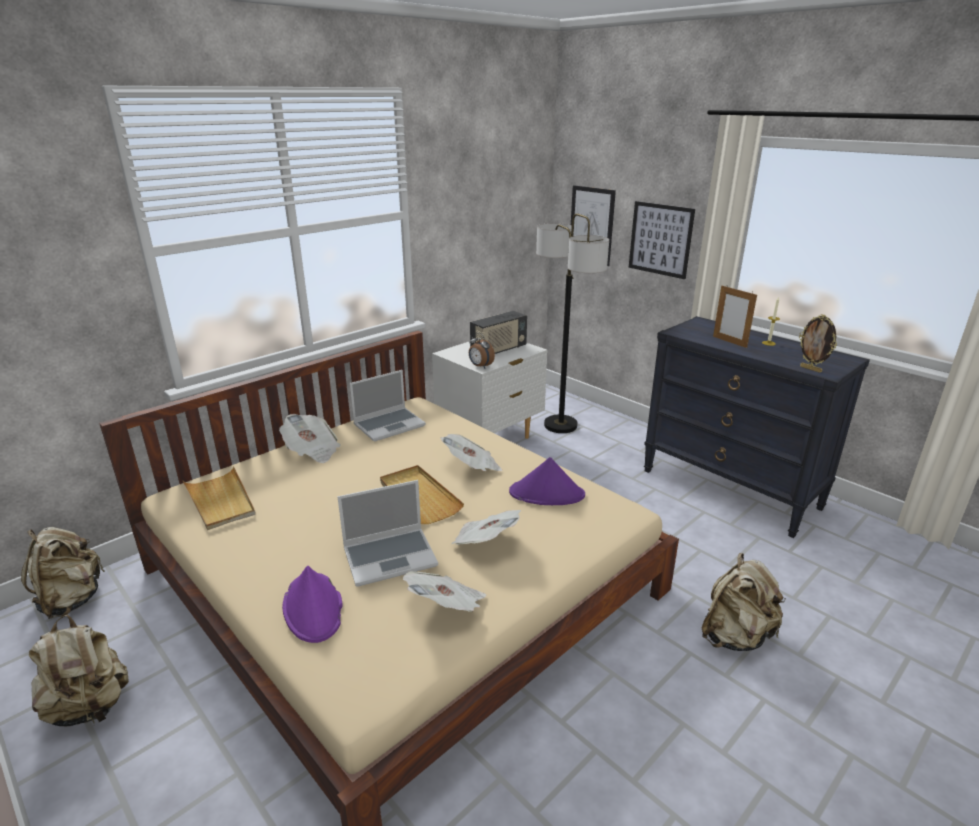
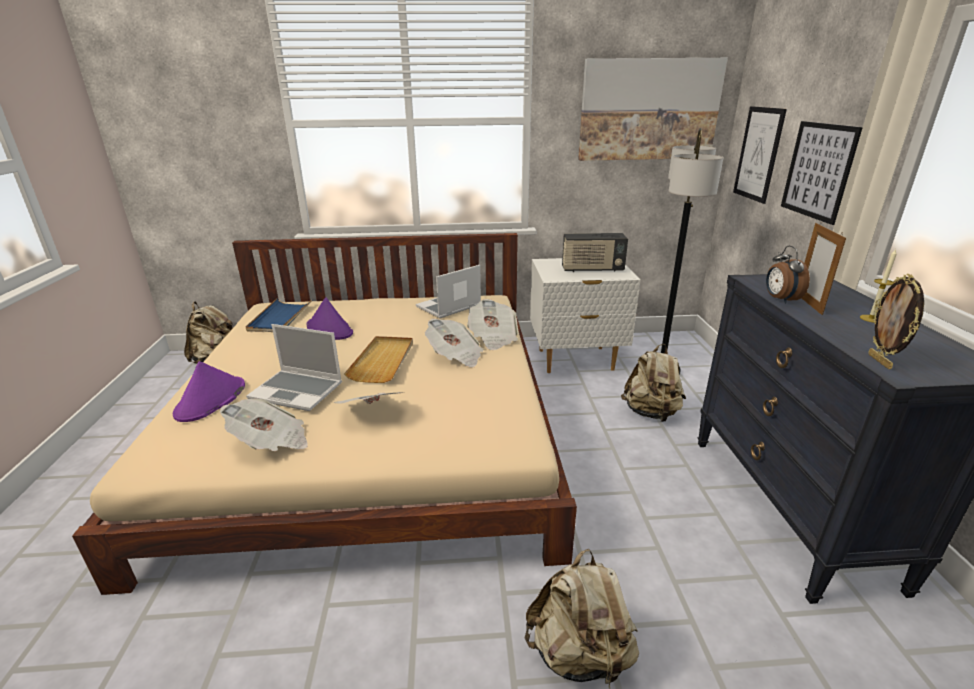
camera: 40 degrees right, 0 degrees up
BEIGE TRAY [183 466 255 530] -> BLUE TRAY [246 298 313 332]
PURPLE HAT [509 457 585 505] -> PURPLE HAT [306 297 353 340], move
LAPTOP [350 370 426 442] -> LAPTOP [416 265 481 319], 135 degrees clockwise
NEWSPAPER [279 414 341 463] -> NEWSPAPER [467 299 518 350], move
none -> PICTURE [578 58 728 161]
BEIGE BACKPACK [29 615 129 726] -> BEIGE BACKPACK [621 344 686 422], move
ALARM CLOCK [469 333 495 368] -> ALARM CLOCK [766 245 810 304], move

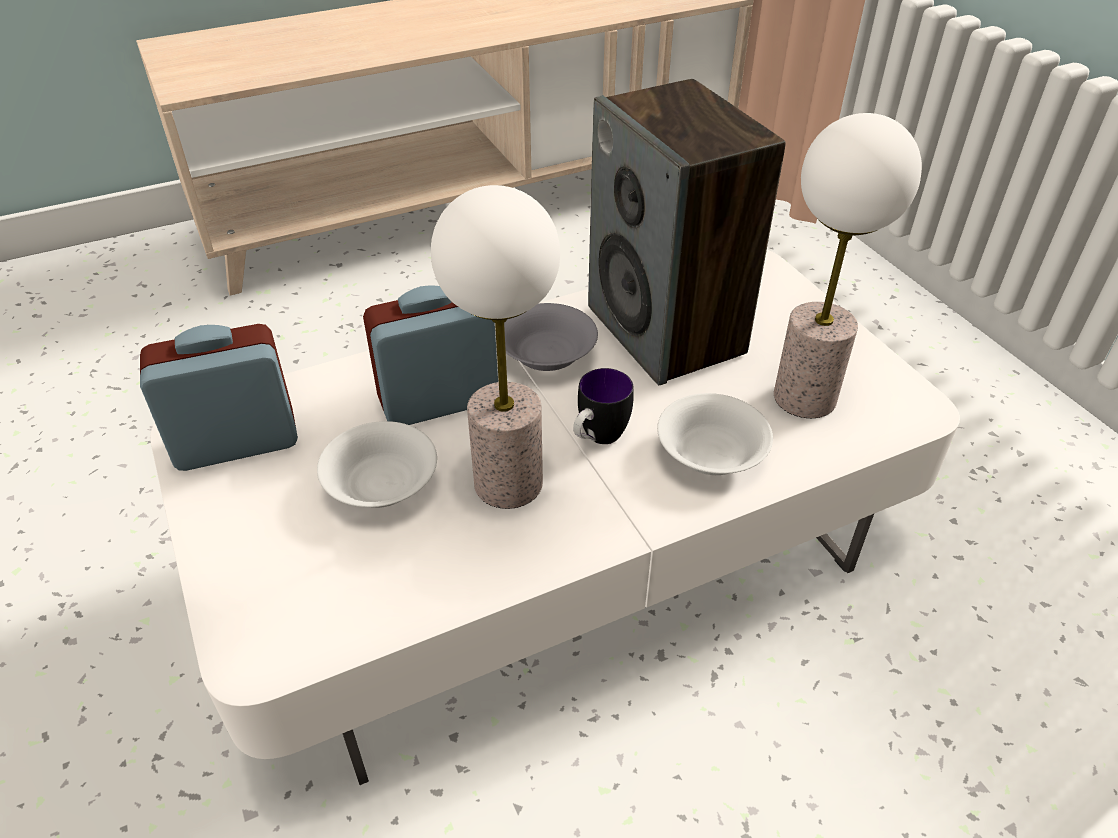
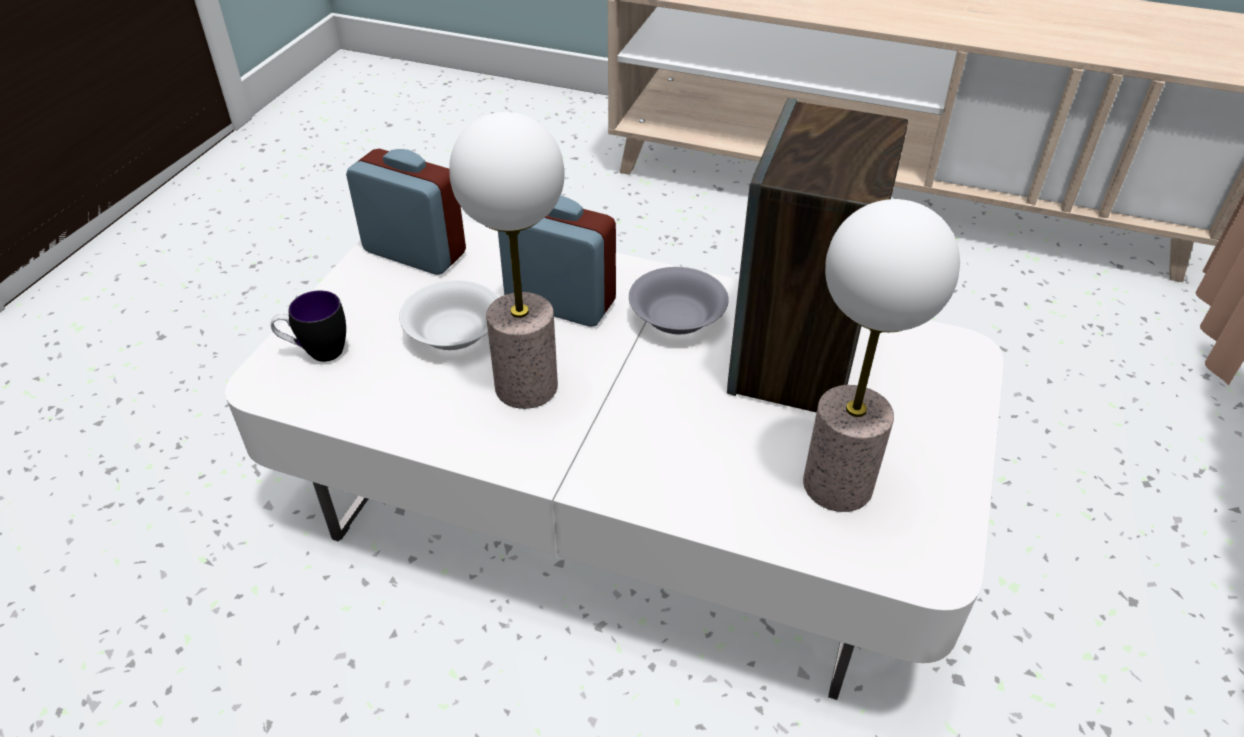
camera: 45 degrees right, 0 degrees up
MUG [573 368 634 444] -> MUG [271 291 346 362], move
WHITE BOWL [657 393 773 475] -> none

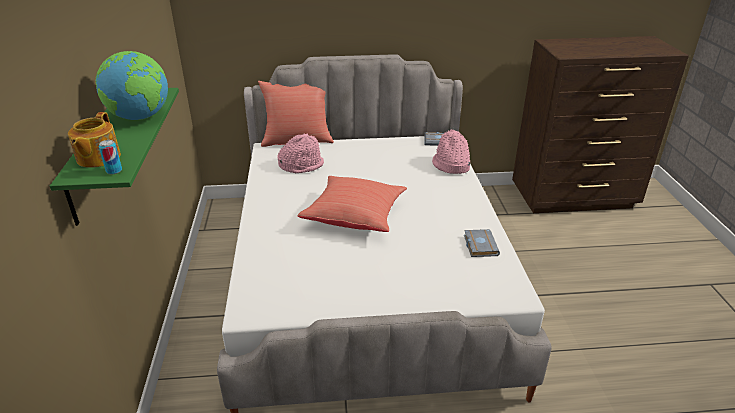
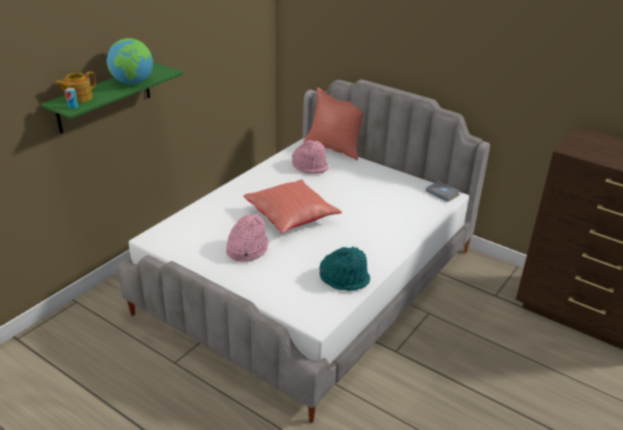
camera: 40 degrees right, 0 degrees up
PINK HAT [432 130 470 174] -> PINK HAT [226 214 268 262], move
GREY BOOK [464 229 500 257] -> TURQUOISE HAT [320 247 370 291]

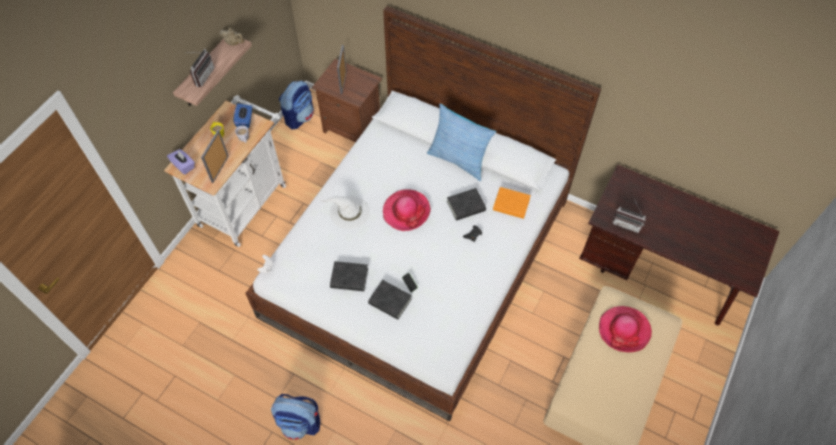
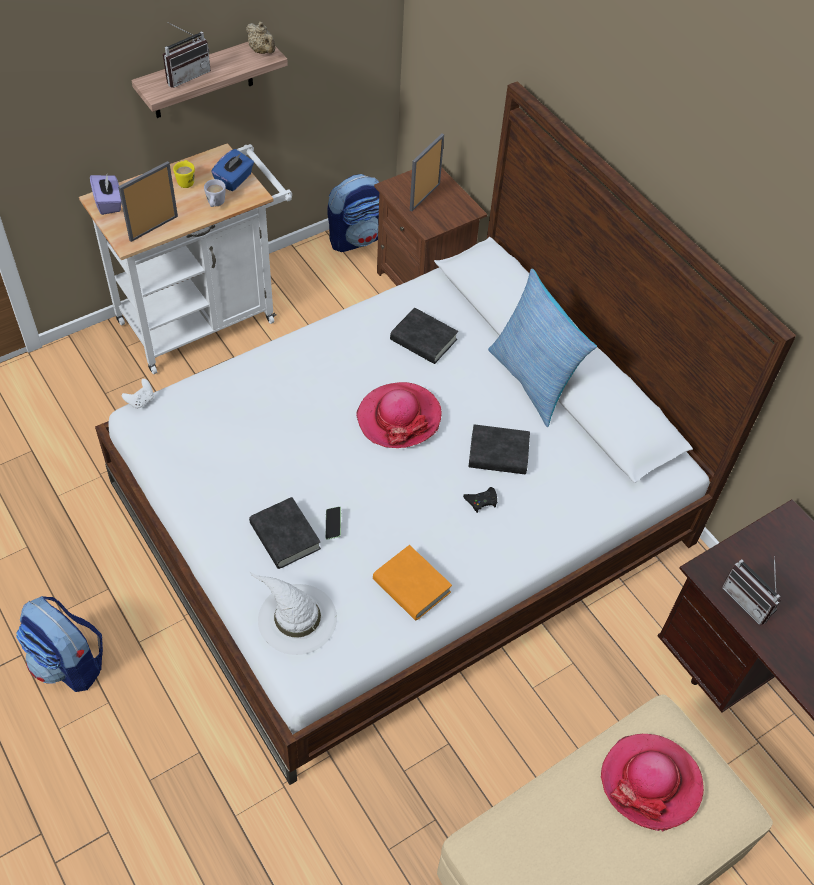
camera: 25 degrees right, 5 degrees down
WHITE HAT [320 196 370 229] -> WHITE HAT [250 572 337 655], move
ORANGE BOOK [493 187 531 219] -> ORANGE BOOK [373 545 452 621], move
BLACK BOOK [330 261 368 291] -> BLACK BOOK [390 308 458 364], move

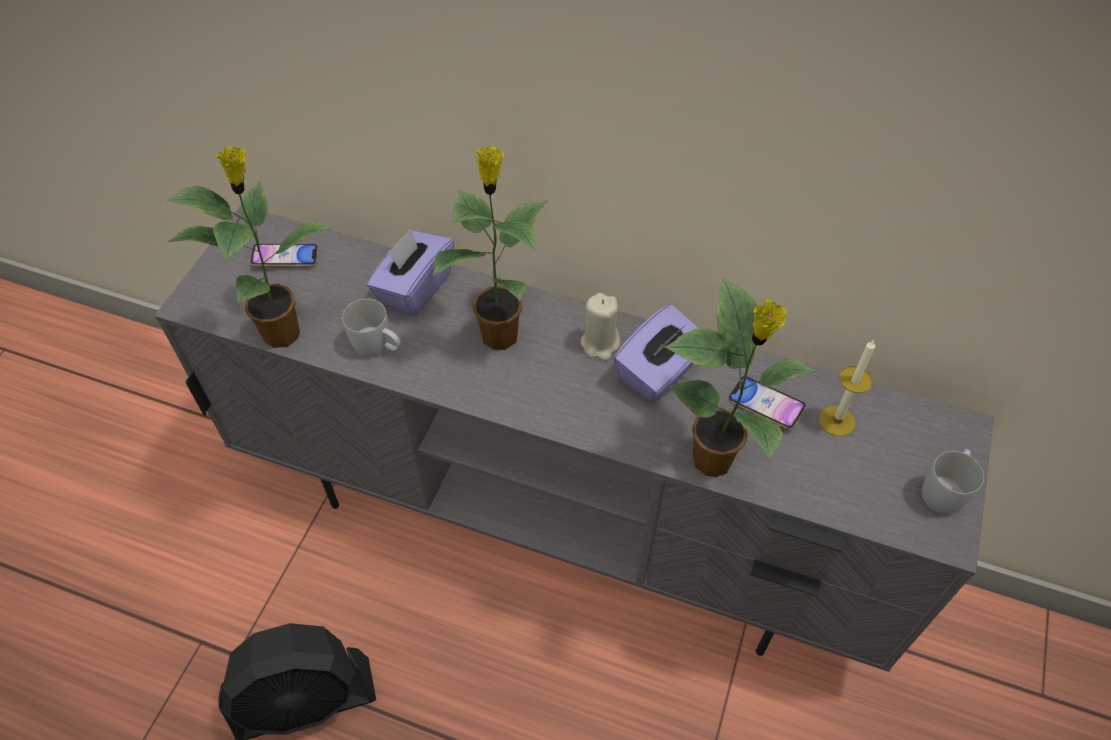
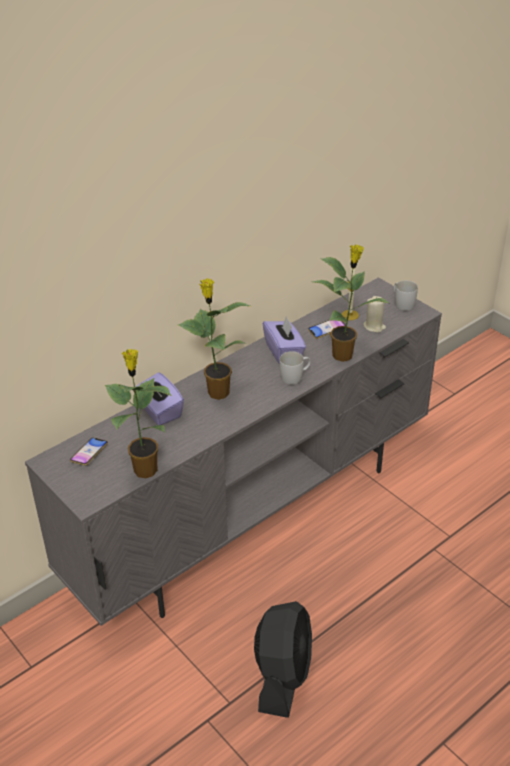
camera: 60 degrees left, 15 degrees down
WHITE MUG [342 298 401 357] -> WHITE MUG [280 351 311 385], move
BEIGE CANDLE [581 293 620 360] -> BEIGE CANDLE [363 296 386 333], move

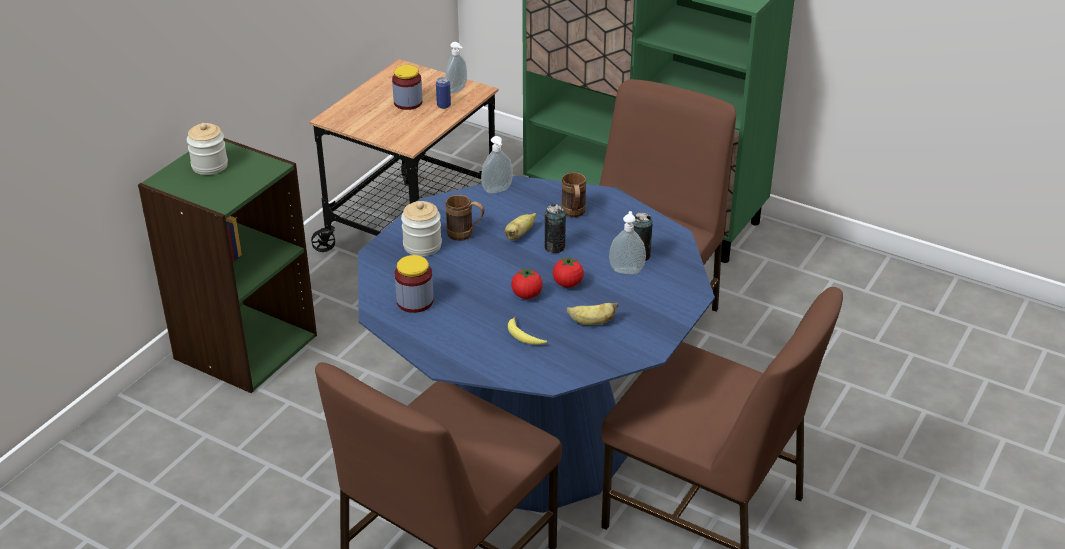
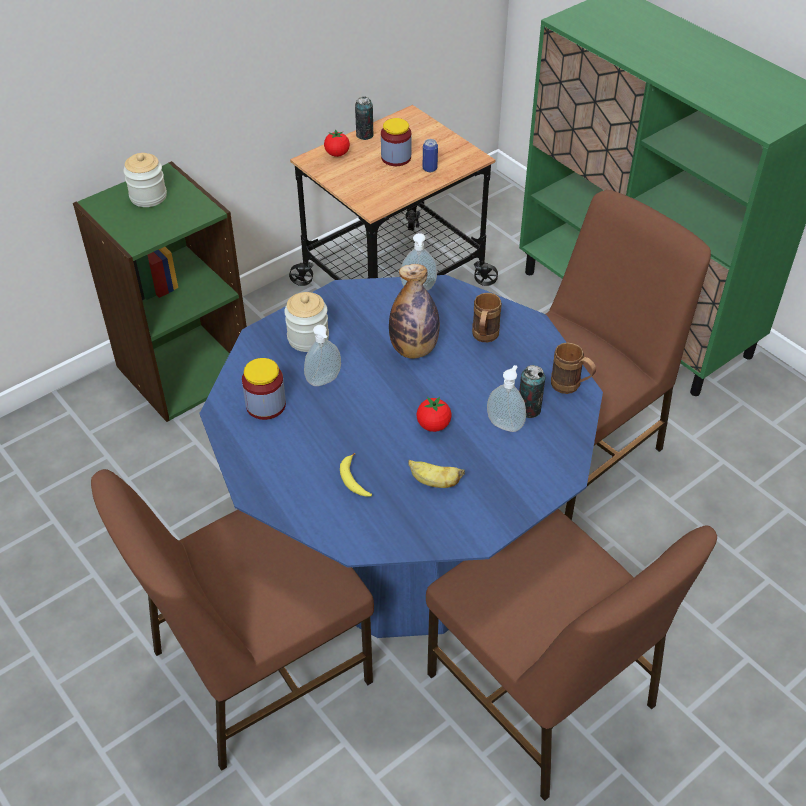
camera: 20 degrees right, 10 degrees up
SOAP DISPENSER [445 42 467 94] -> SOAP DISPENSER [304 325 341 386], move
TOMATO [511 267 543 299] -> TOMATO [324 129 350 157], move
CAN [545 204 566 253] -> CAN [355 97 374 140], move
BANANA [505 213 536 240] -> BOTTLE [389 264 440 358]
BROWN MUG [445 195 484 241] -> BROWN MUG [551 342 596 394], move

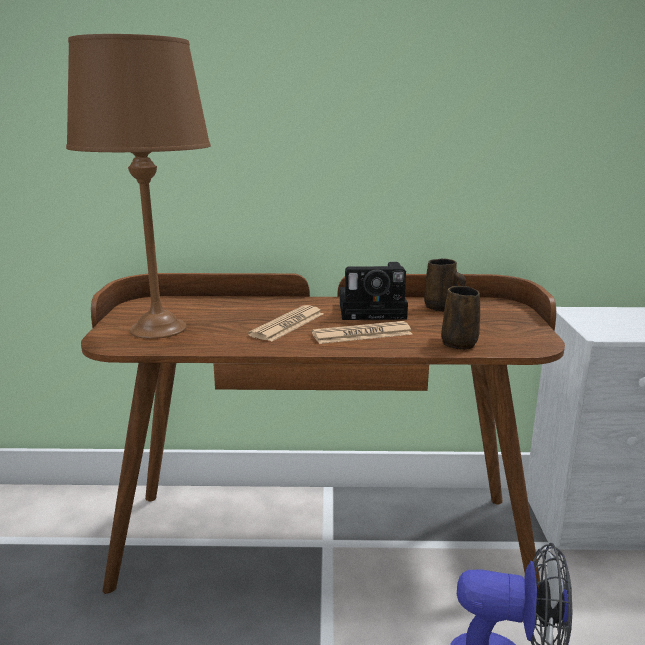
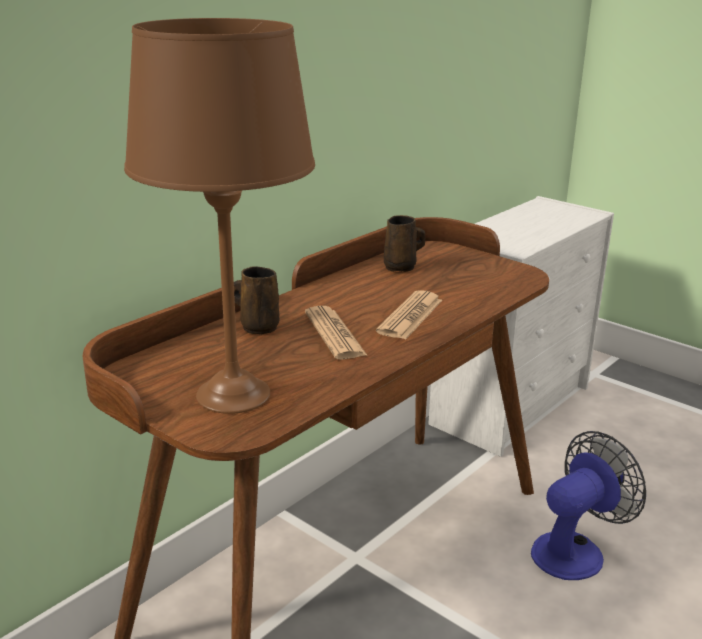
camera: 50 degrees left, 5 degrees up
BROWN MUG [441 286 480 350] -> BROWN MUG [234 266 280 334], move
PHOTO CAMERA [340 262 408 320] -> none

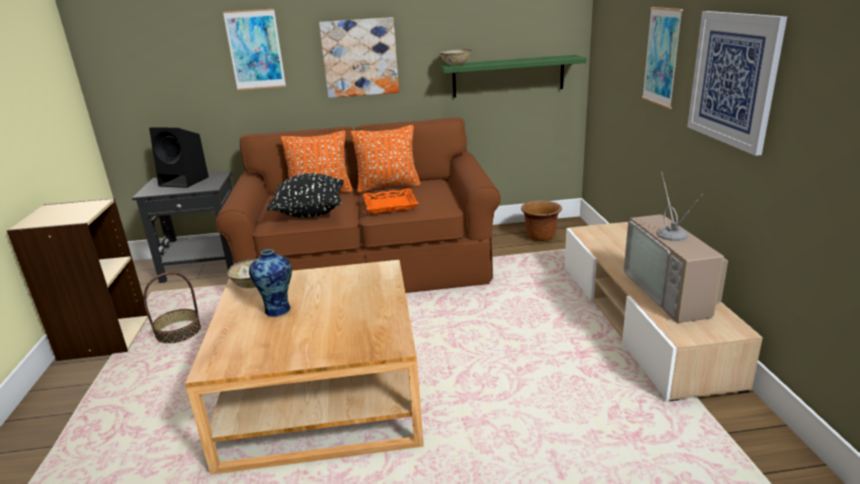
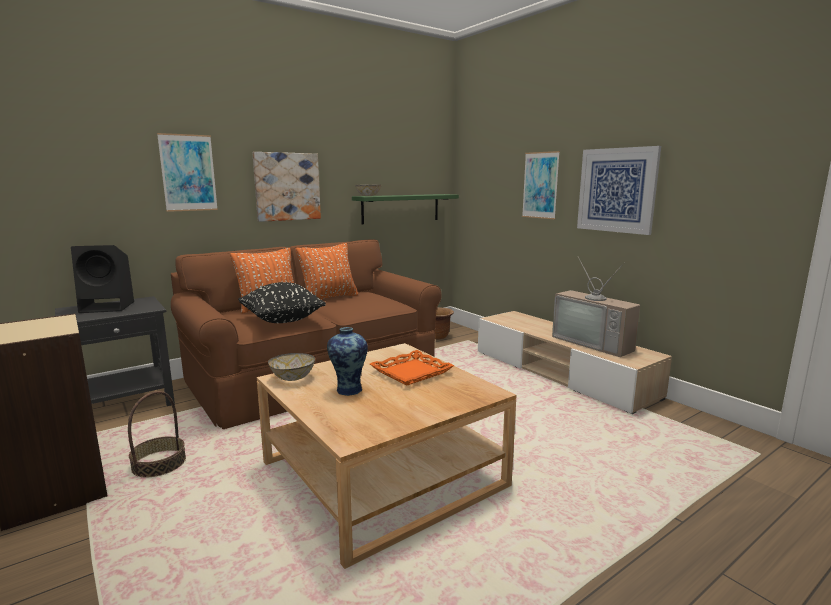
camera: 30 degrees left, 10 degrees down
ORANGE TRAY [363 188 419 214] -> ORANGE TRAY [370 350 455 386], move

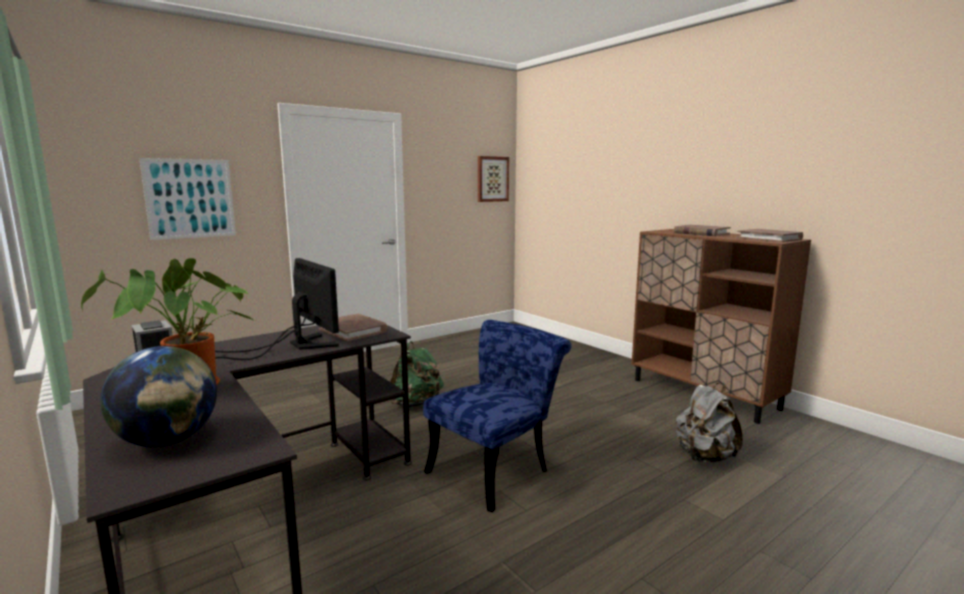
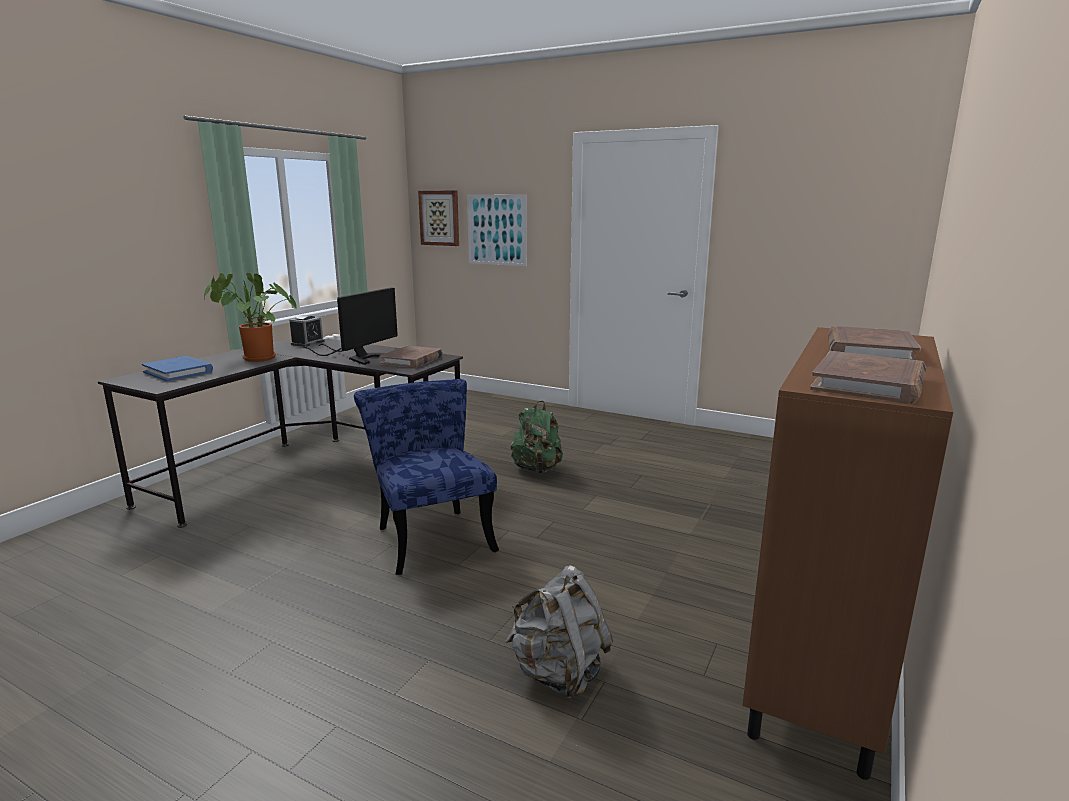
camera: 65 degrees right, 5 degrees up
GLOBE [100 346 217 447] -> BLUE BOOK [142 356 213 381]
BLUE CHAIR [423 320 571 512] -> BLUE CHAIR [354 379 499 575], 135 degrees counterclockwise
PICTURE [478 156 509 202] -> PICTURE [418 190 459 246], move

